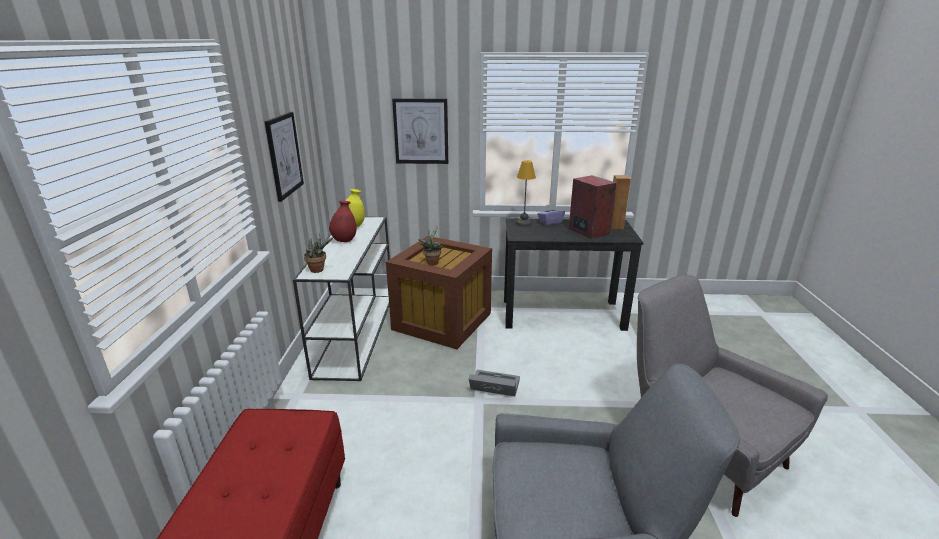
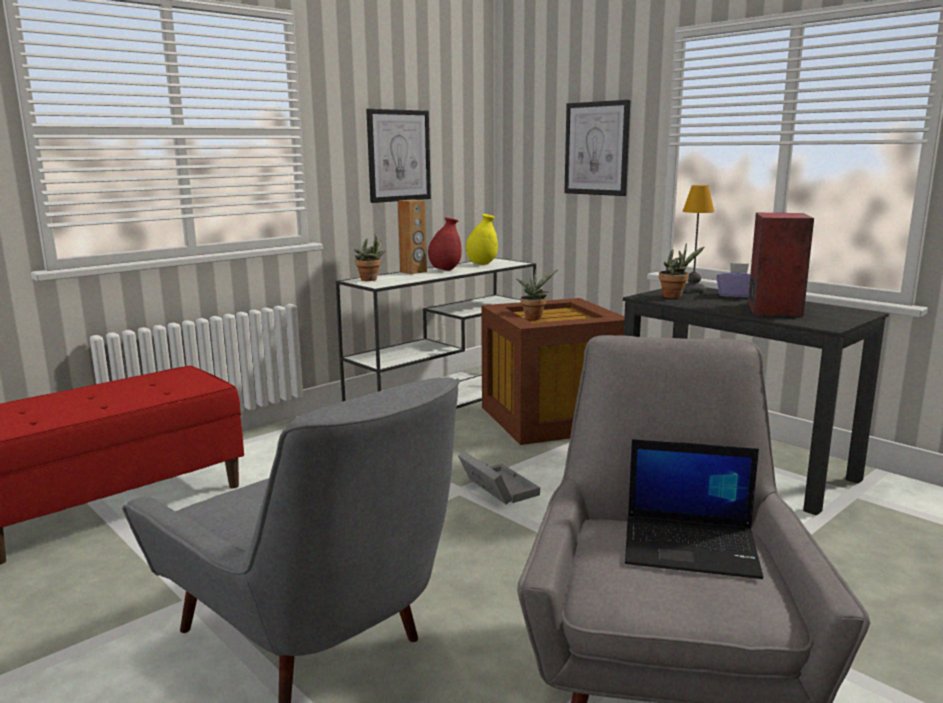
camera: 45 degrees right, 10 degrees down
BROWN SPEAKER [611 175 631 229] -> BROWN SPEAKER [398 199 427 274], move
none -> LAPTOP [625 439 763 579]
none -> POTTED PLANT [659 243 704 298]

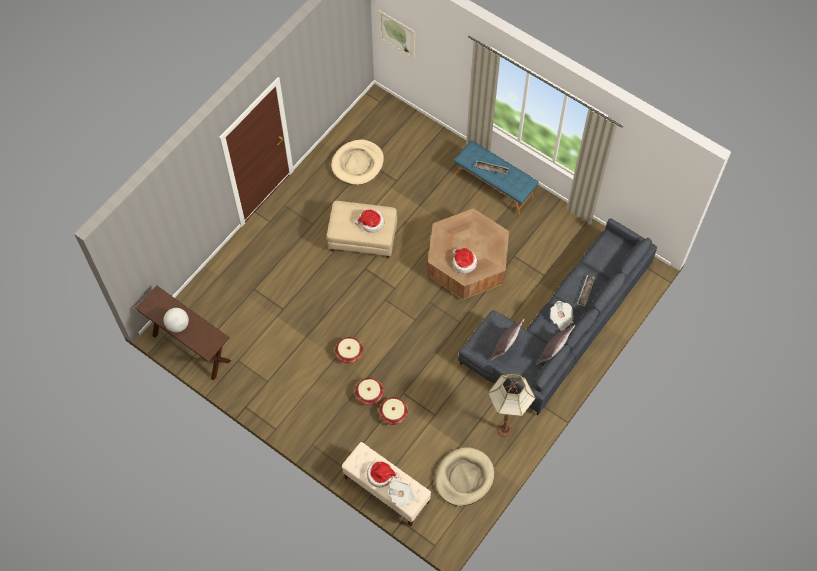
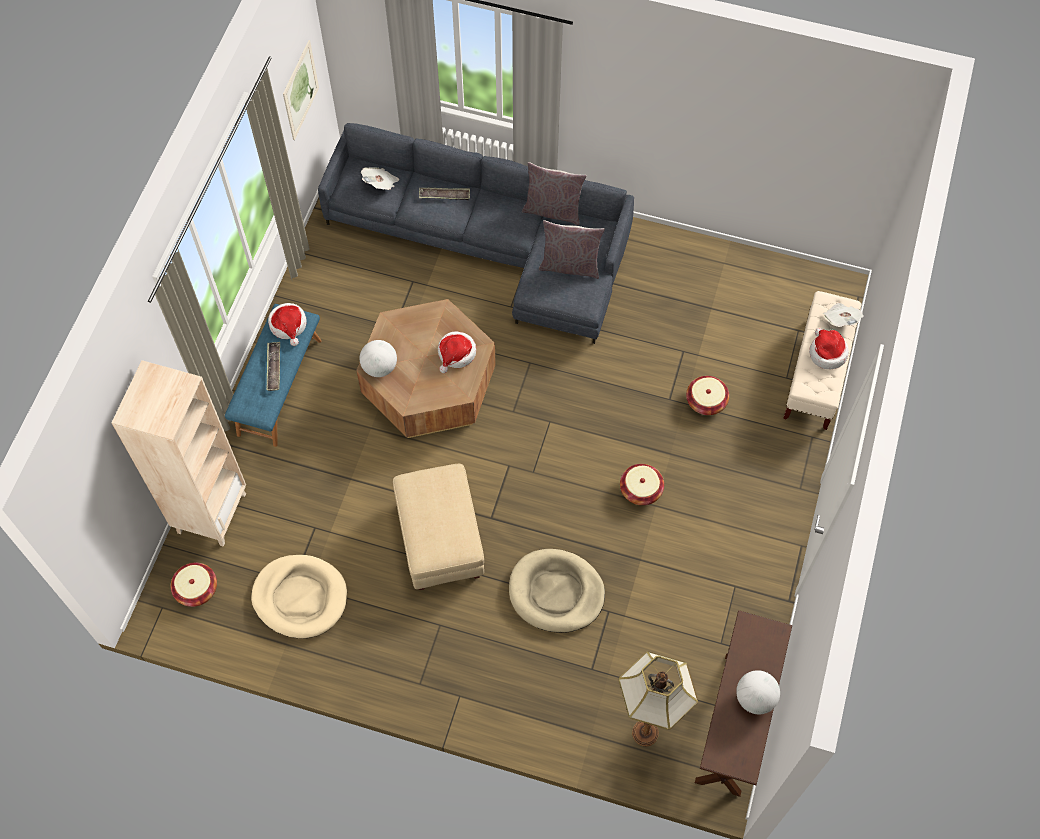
camera: 110 degrees left, 0 degrees up
none -> BEIGE BOOKCASE [111 360 246 547]
BASKET [355 378 384 405] -> BASKET [171 562 217 607], move
HAT [354 210 384 233] -> HAT [268 303 306 346], move
PICTURE [379 10 415 60] -> PICTURE [283 40 319 140], move
none -> GLOBE [360 340 397 377]
NEWSPAPER [550 301 573 331] -> NEWSPAPER [361 167 399 190], move
BEIGE DOG BED [435 447 494 506] -> BEIGE DOG BED [509 549 605 633], move
FLOOR LAMP [488 374 536 437] -> FLOOR LAMP [619 651 698 746], move

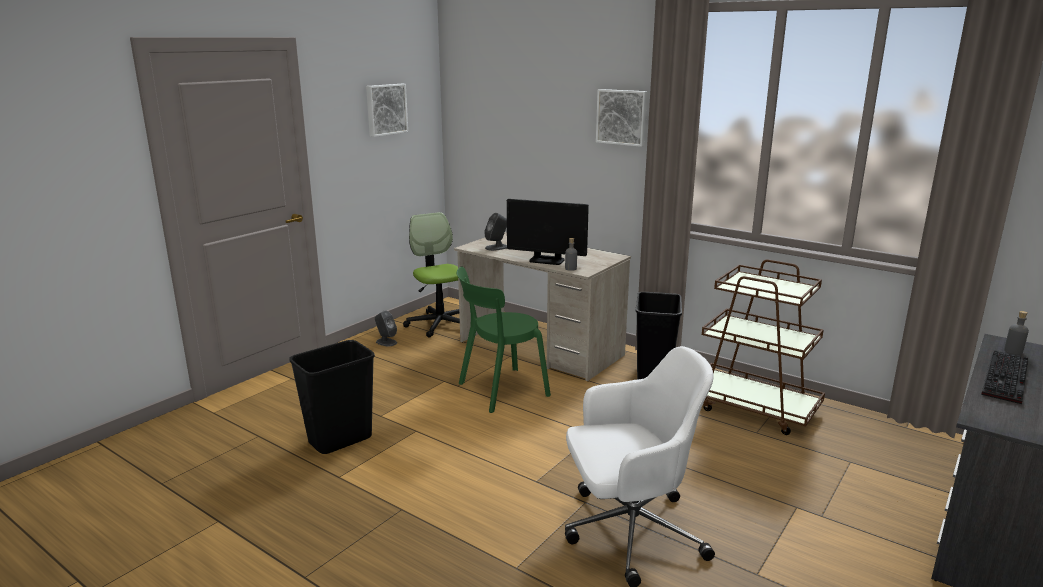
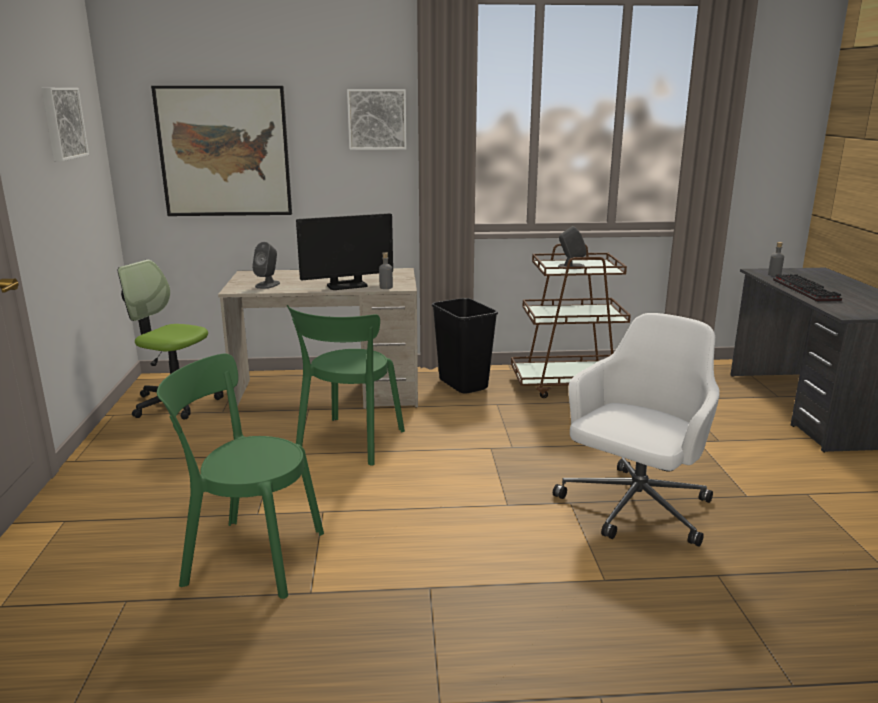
camera: 40 degrees left, 0 degrees up
none -> PICTURE [151 86 292 216]
BLACK TRASH CAN [289 340 375 454] -> GREEN CHAIR [157 354 324 599]
GREY SPEAKER [375 310 397 347] -> GREY SPEAKER [558 226 587 269], move

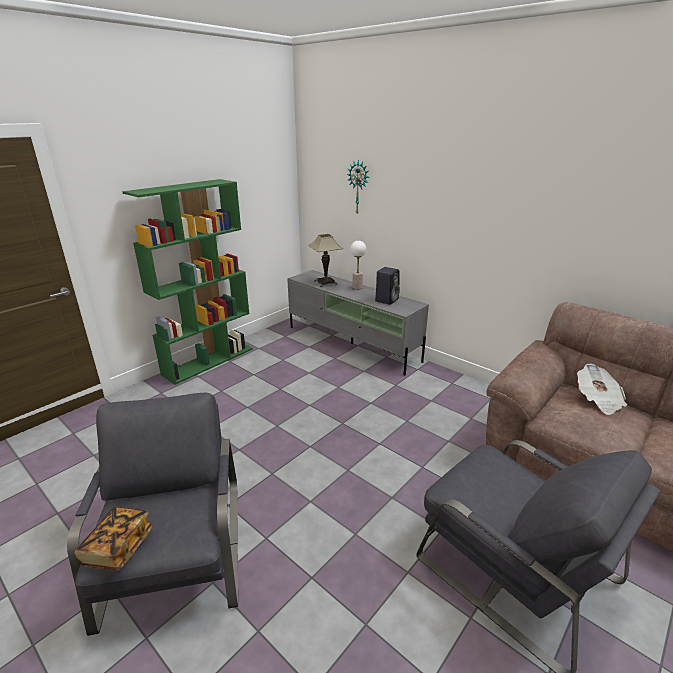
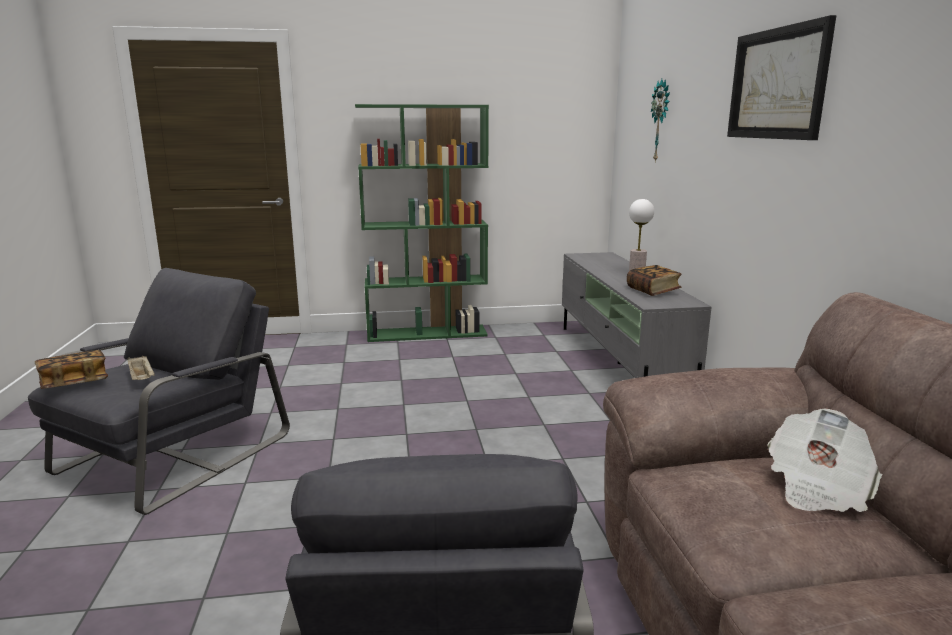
camera: 40 degrees right, 10 degrees down
none -> BEIGE TRAY [128 356 155 380]
BLACK SPEAKER [375 267 400 305] -> BOOK [627 265 682 296]
none -> PICTURE [727 15 836 140]
TABLE LAMP [308 234 343 287] -> none

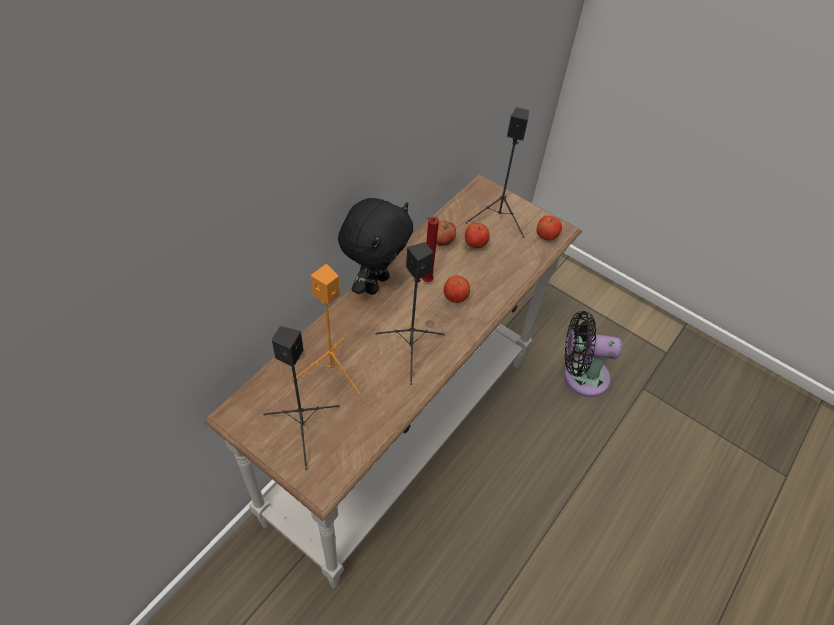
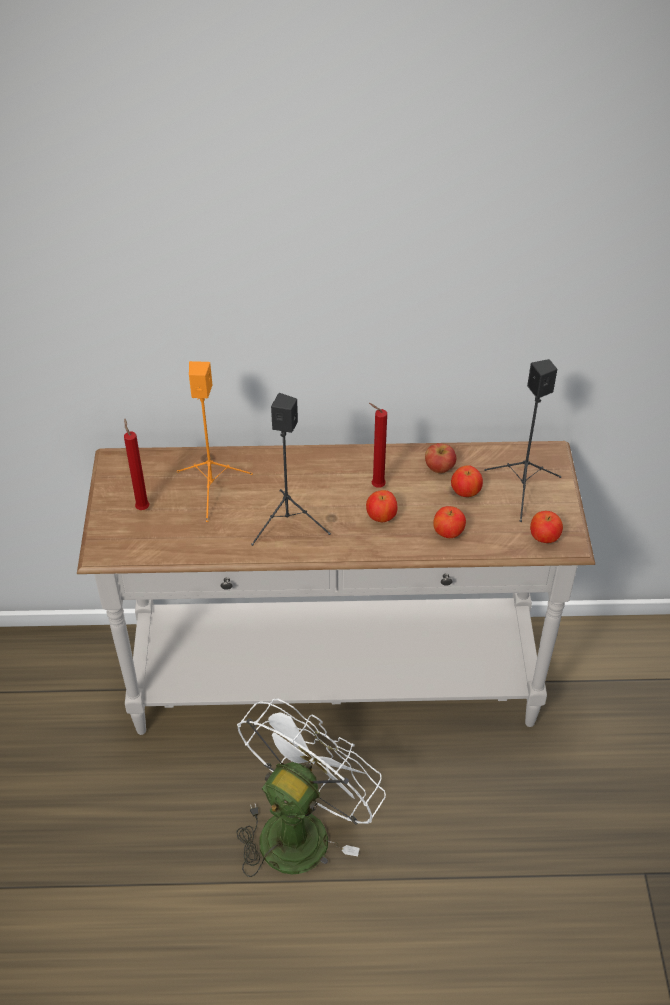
camera: 55 degrees right, 5 degrees down
BLACK SPEAKER [263 326 340 470] -> RED CANDLE [124 418 149 510]
none -> WHITE FAN [236 699 386 877]
none -> APPLE [433 506 466 538]
BLACK PLUSH TOY [338 198 413 295] -> none
BLACK FAN [564 311 622 397] -> none

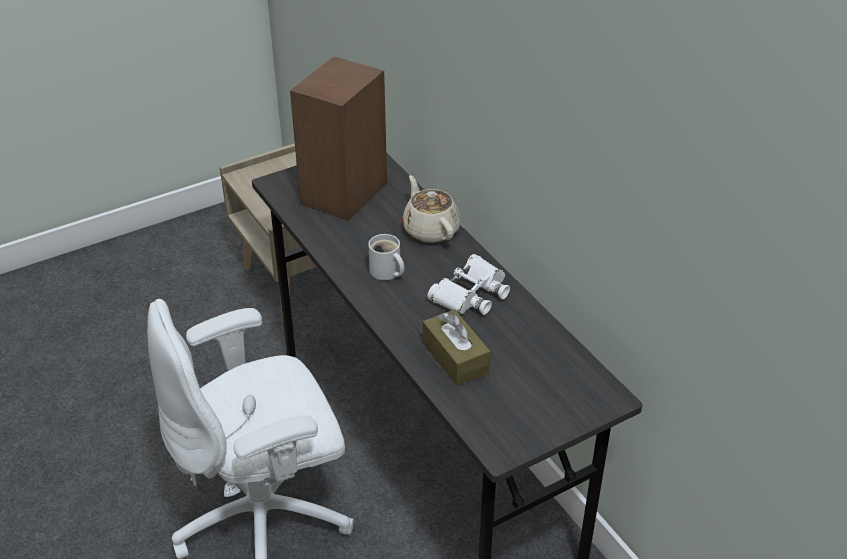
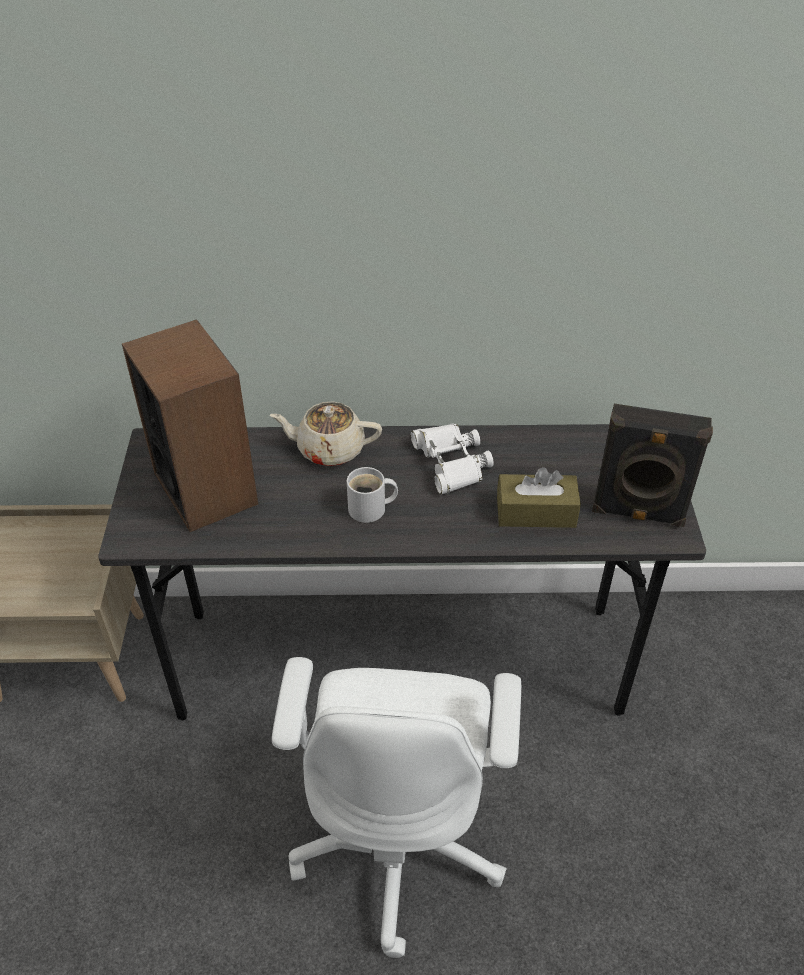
camera: 60 degrees left, 5 degrees up
none -> BLACK SPEAKER [592 404 713 527]

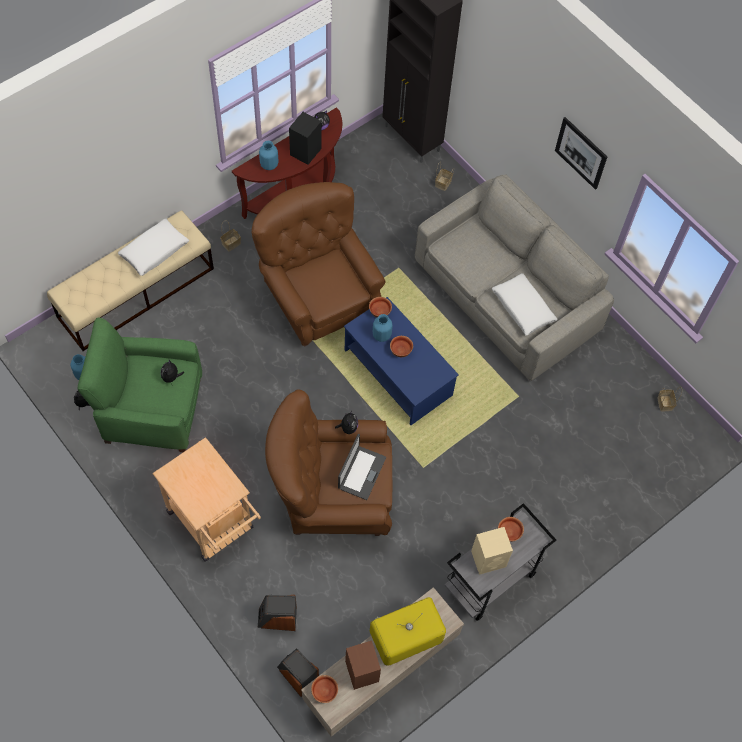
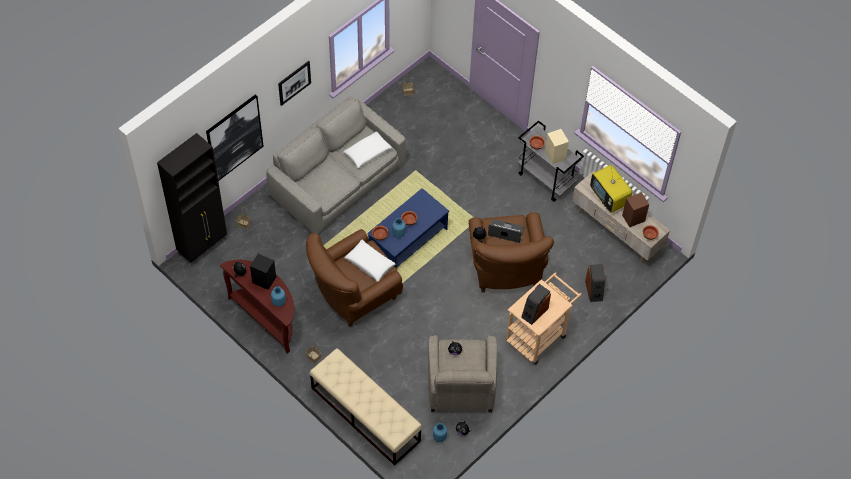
camera: 95 degrees left, 5 degrees down
none -> PICTURE [206 94 264 181]
WHITE PILLOW [118 219 189 276] -> WHITE PILLOW [344 240 395 282], move
GREEN ARMCHAIR [78 318 202 452] -> BEIGE ARMCHAIR [428 335 497 413]
SPEAKER [277 648 319 697] -> SPEAKER [521 284 551 325], move

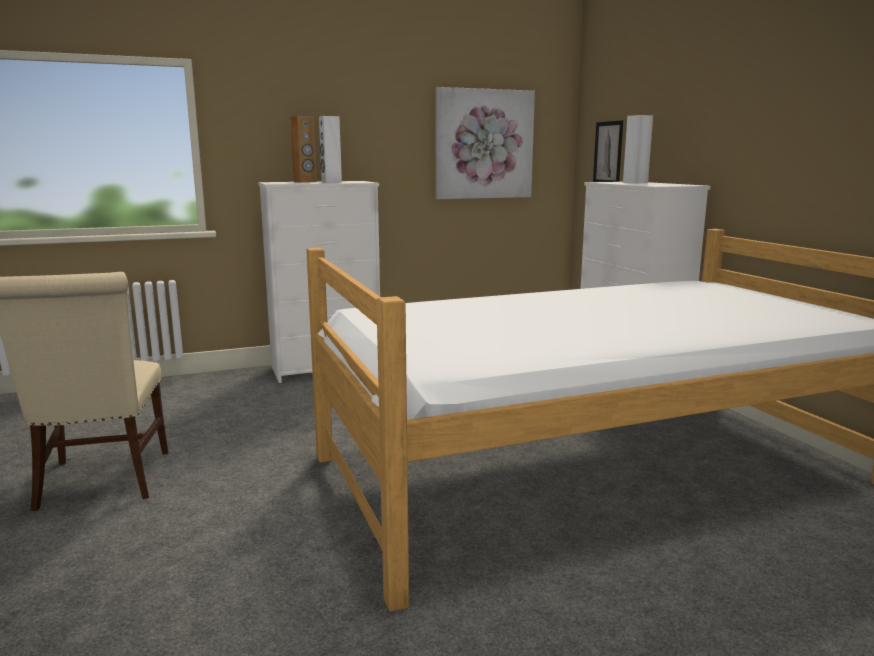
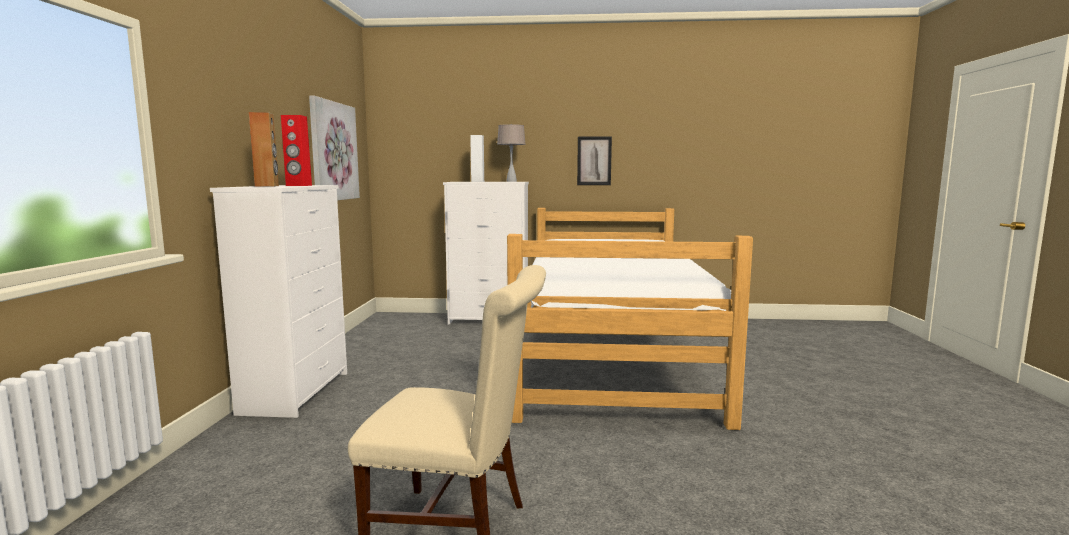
camera: 65 degrees left, 5 degrees down
WHITE SPEAKER [319 116 342 183] -> RED SPEAKER [281 115 312 186]
none -> BEIGE TABLE LAMP [497 124 526 182]
PICTURE [593 120 623 182] -> PICTURE [577 136 612 185], move

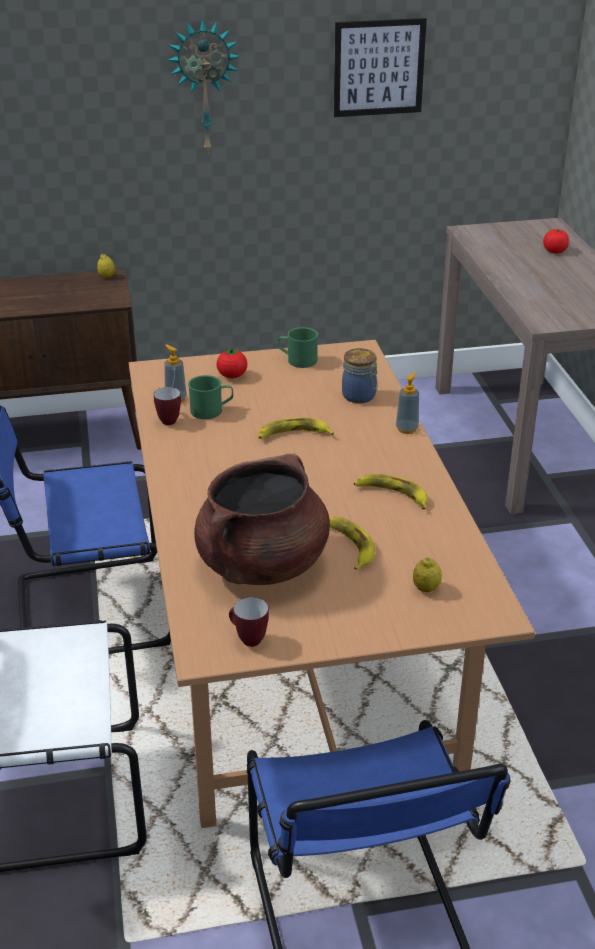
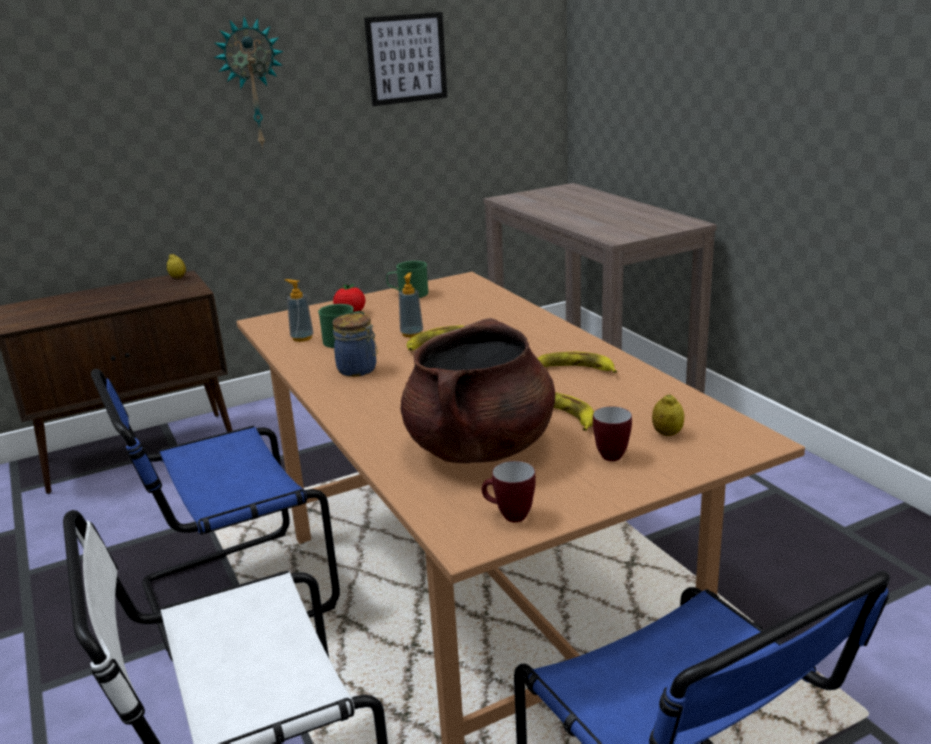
camera: 15 degrees left, 10 degrees down
JAR [342 348 378 403] -> JAR [332 313 378 377], move
SOAP DISPENSER [396 372 419 434] -> SOAP DISPENSER [399 273 423 338], move
MUG [154 387 181 425] -> MUG [593 406 632 461], move
TOMATO [543 229 569 253] -> none

